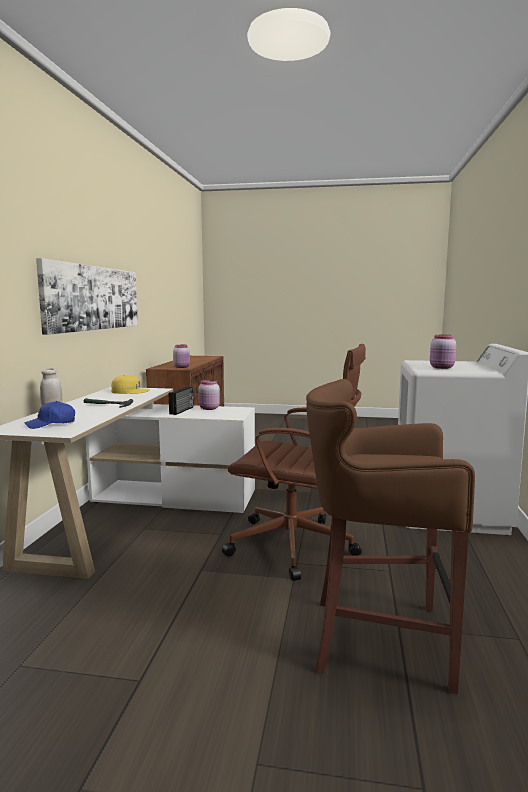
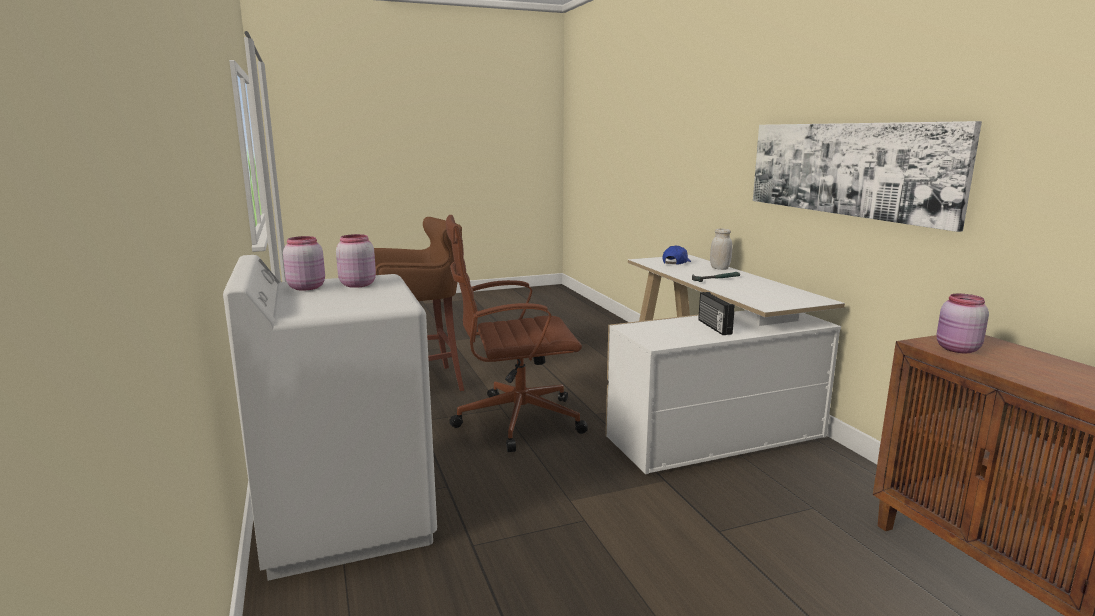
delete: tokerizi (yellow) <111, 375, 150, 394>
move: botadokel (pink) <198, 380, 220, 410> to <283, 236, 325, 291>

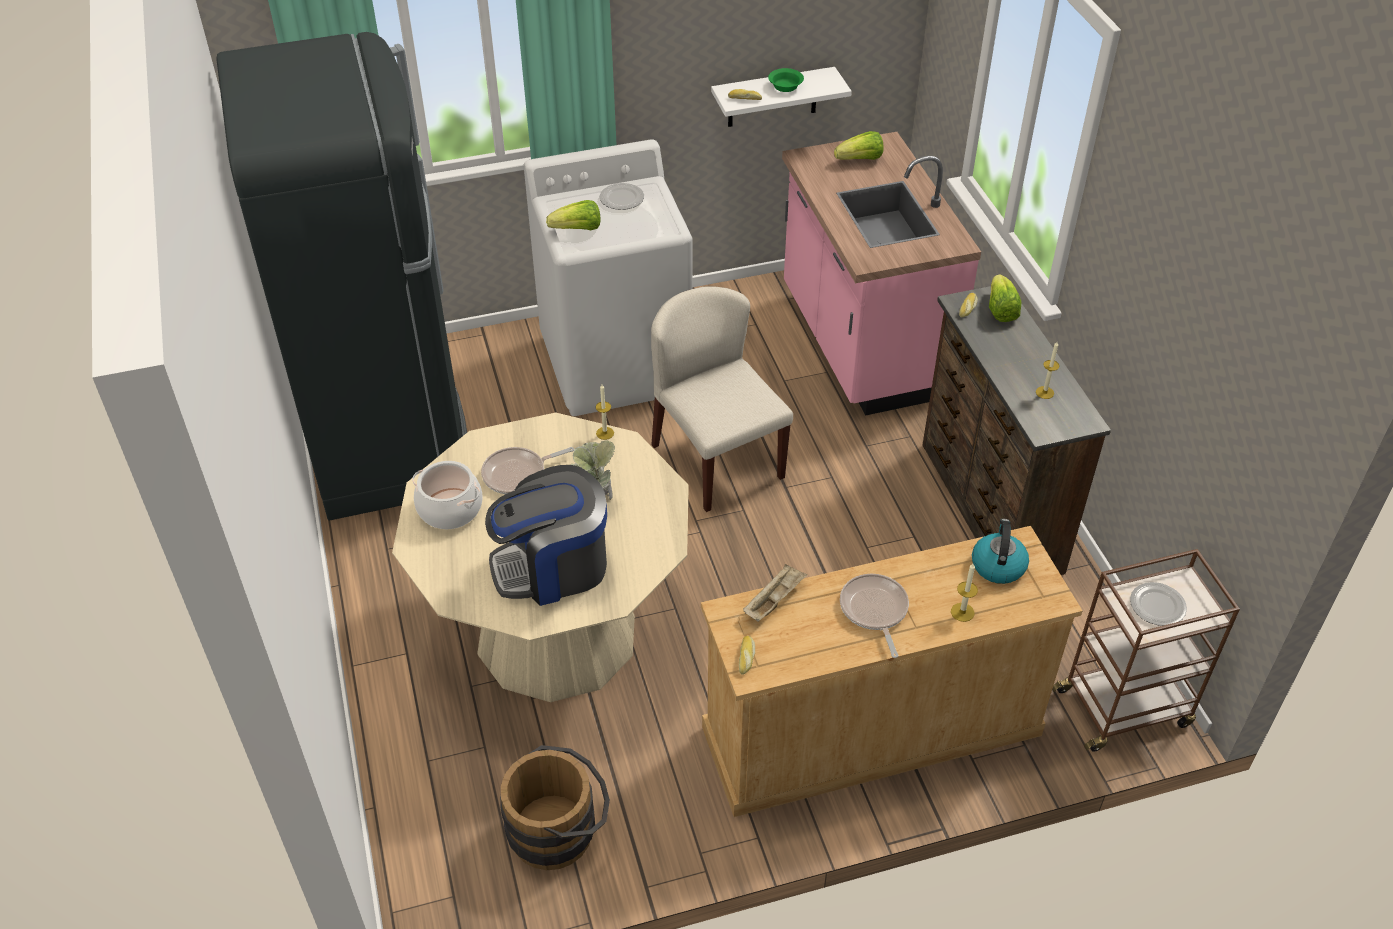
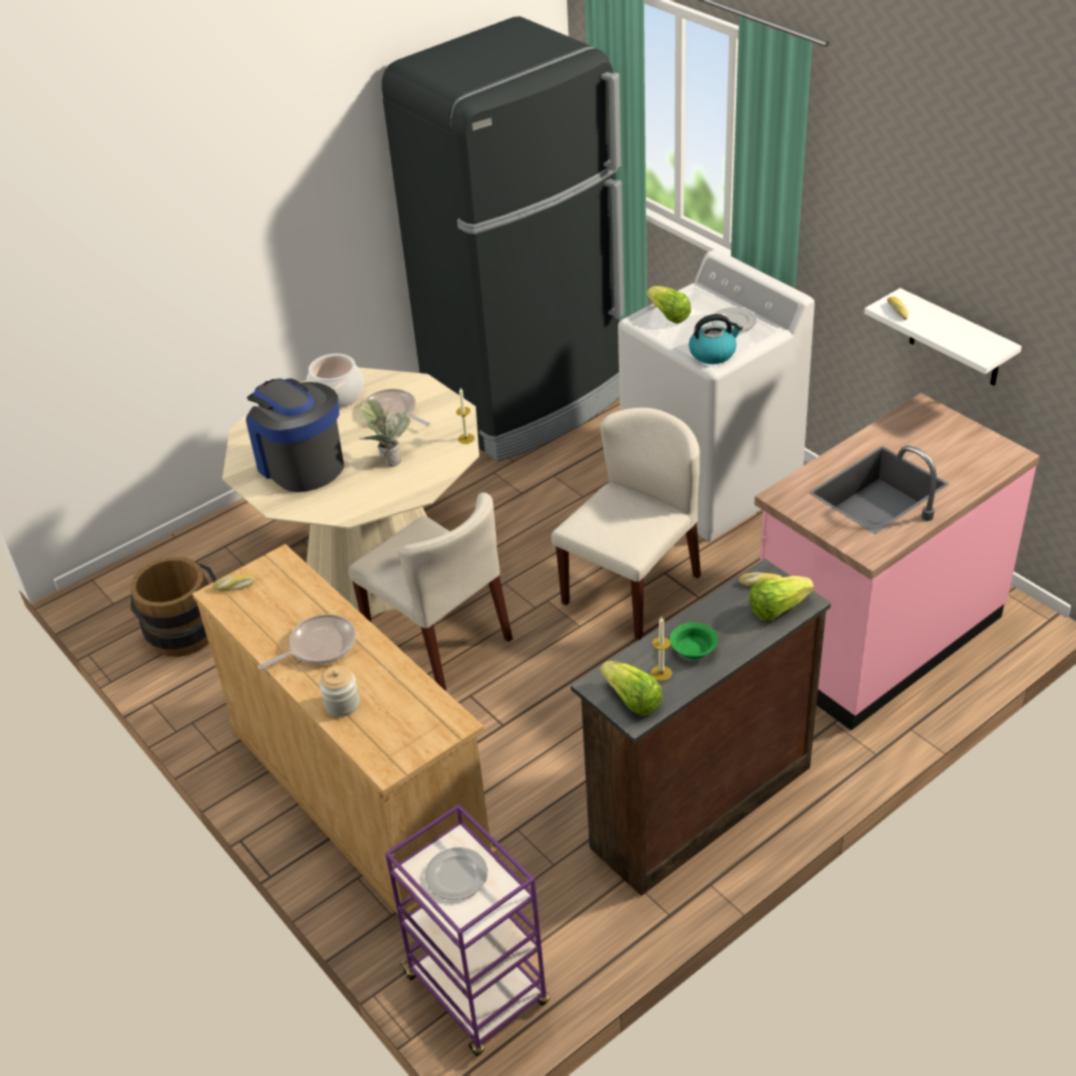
delete: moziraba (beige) <743, 564, 807, 622>
insert: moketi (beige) <348, 493, 513, 691>
move: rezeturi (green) <768, 68, 804, 92> to <670, 622, 718, 659>; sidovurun <834, 131, 884, 160> to <600, 661, 663, 715>; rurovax <972, 519, 1029, 584> to <689, 314, 743, 364>
replace: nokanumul <951, 563, 978, 622> to botadokel <319, 666, 360, 717>
recolor: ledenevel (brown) <1052, 549, 1240, 752> to ledenevel (purple) <385, 804, 550, 1056>

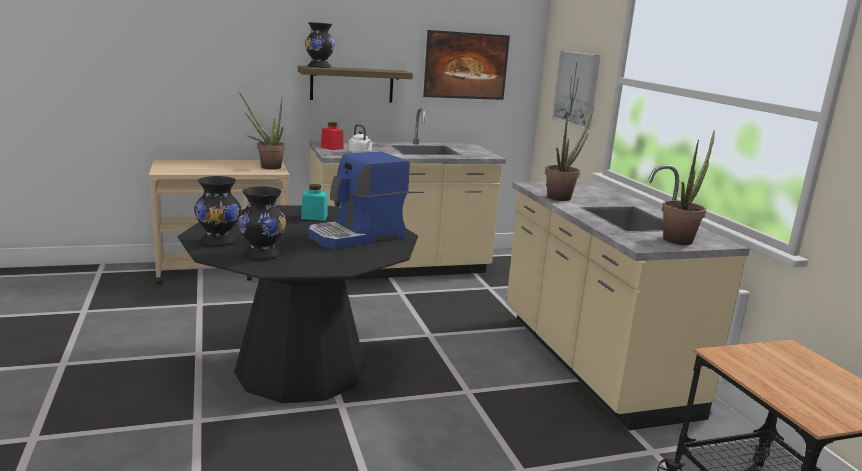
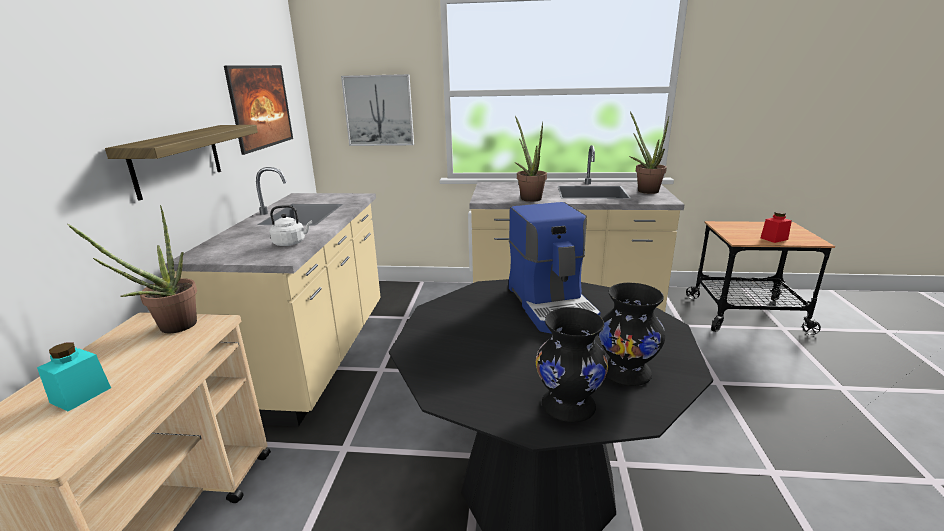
delete: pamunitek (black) <305, 22, 335, 68>
move: botadokel (turquoise) <301, 184, 328, 221> to <37, 343, 111, 411>; botadokel (red) <321, 122, 343, 150> to <761, 211, 792, 243>

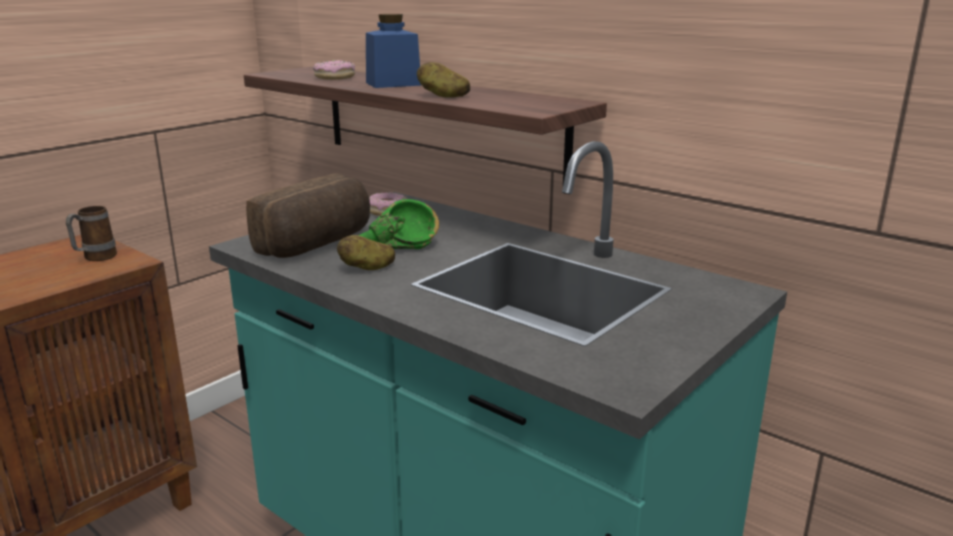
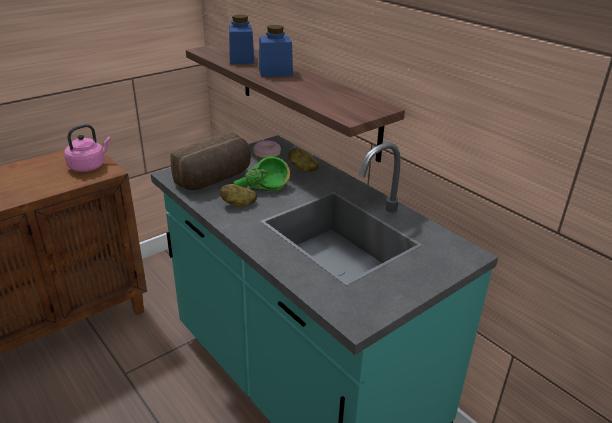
move: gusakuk <417, 62, 470, 97> to <288, 148, 319, 172>
replace: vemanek <66, 206, 117, 261> to rurovax (pink) <64, 124, 111, 172>; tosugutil <313, 60, 355, 80> to botadokel (blue) <229, 15, 255, 64>

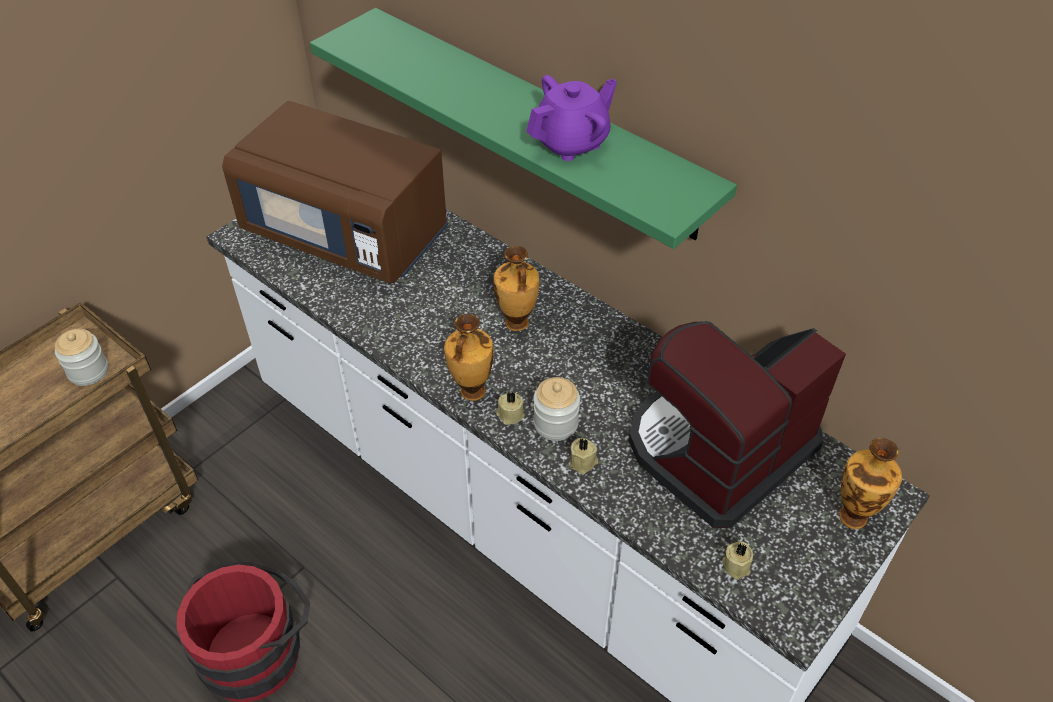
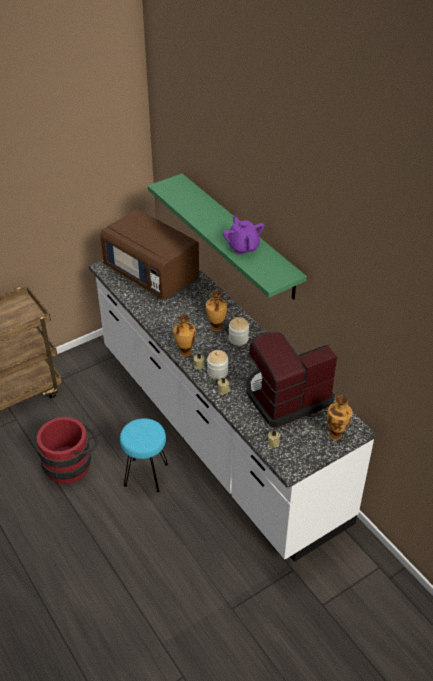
insert: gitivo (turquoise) <120, 418, 168, 492>
move: botadokel <55, 329, 108, 386> to <229, 317, 249, 346>
rotate: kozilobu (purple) <526, 75, 617, 161> = <223, 215, 264, 255> 90 degrees counterclockwise

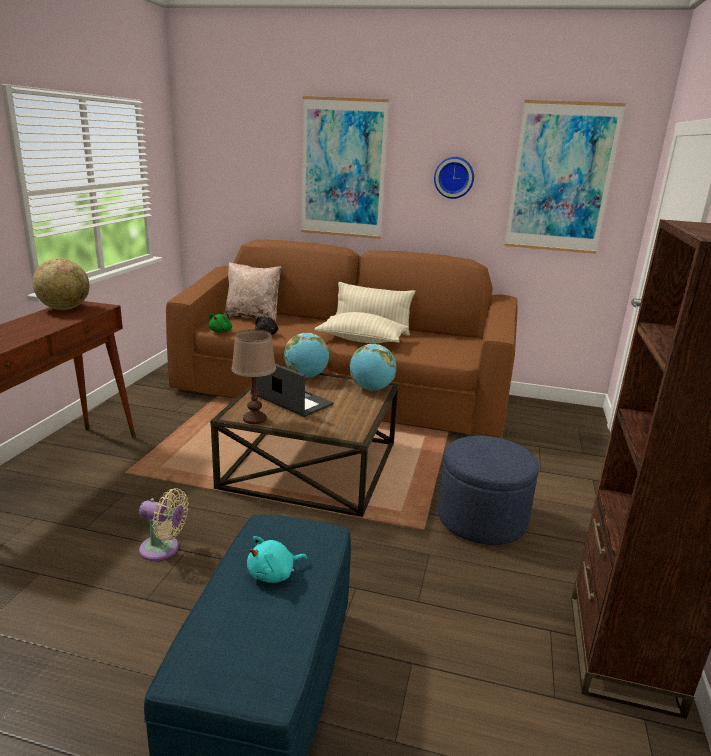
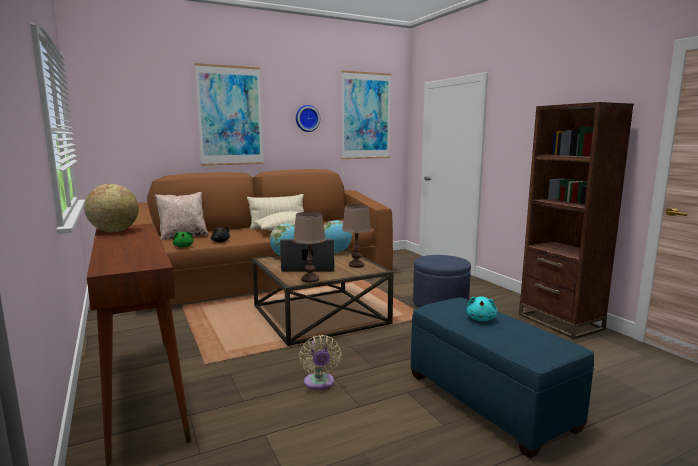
insert: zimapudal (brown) <342, 204, 371, 268>
rotate: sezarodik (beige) <139, 488, 188, 561> = <299, 335, 342, 390> 105 degrees clockwise

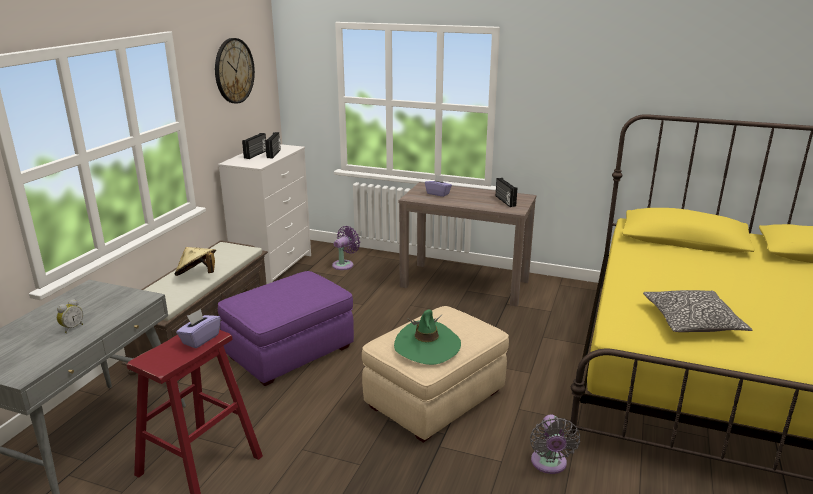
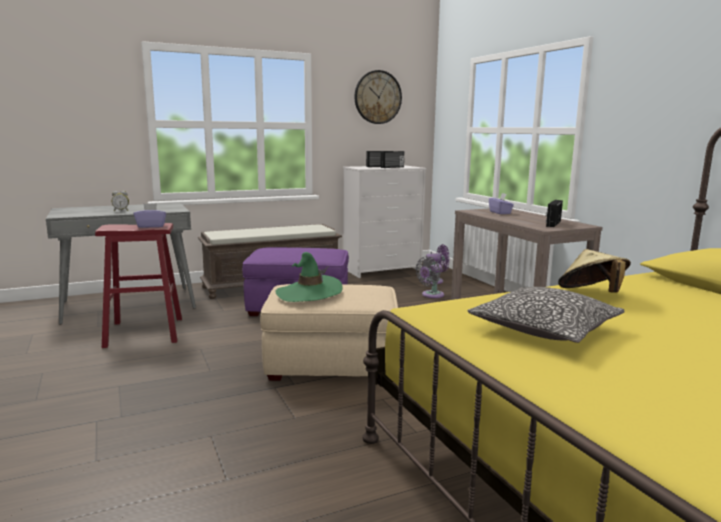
move: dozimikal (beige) <175, 247, 216, 276> to <558, 249, 631, 293>; sezarodik (grey) <530, 414, 580, 474> to <415, 257, 444, 298>

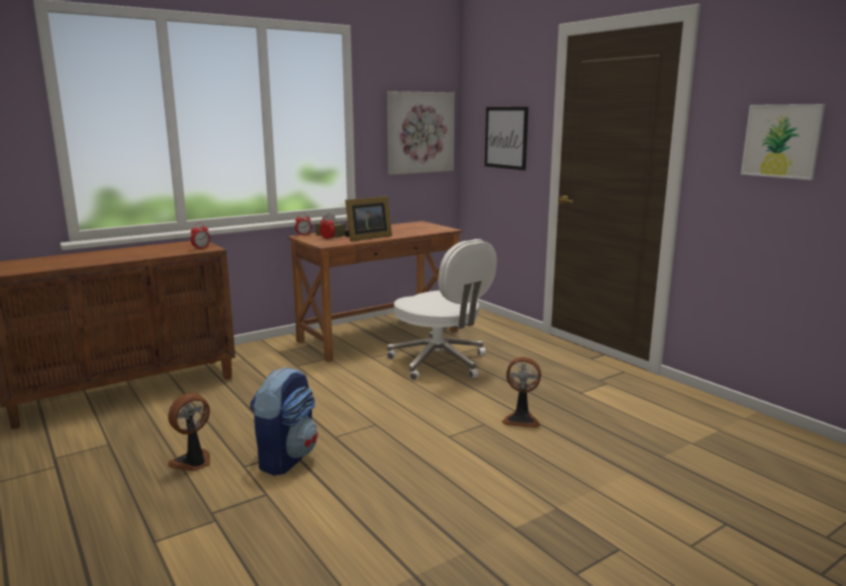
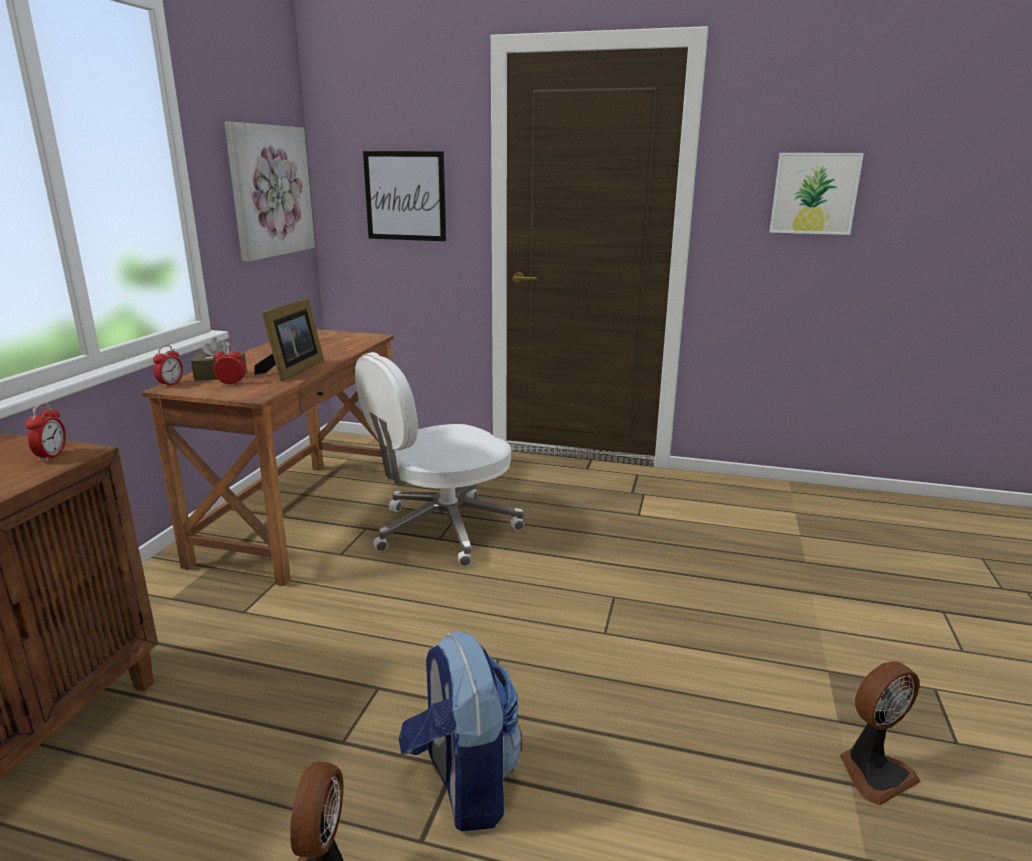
move: sezarodik <502, 357, 541, 428> to <840, 661, 921, 805>
rotate: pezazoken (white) <387, 239, 497, 380> = <355, 352, 524, 567> 135 degrees clockwise

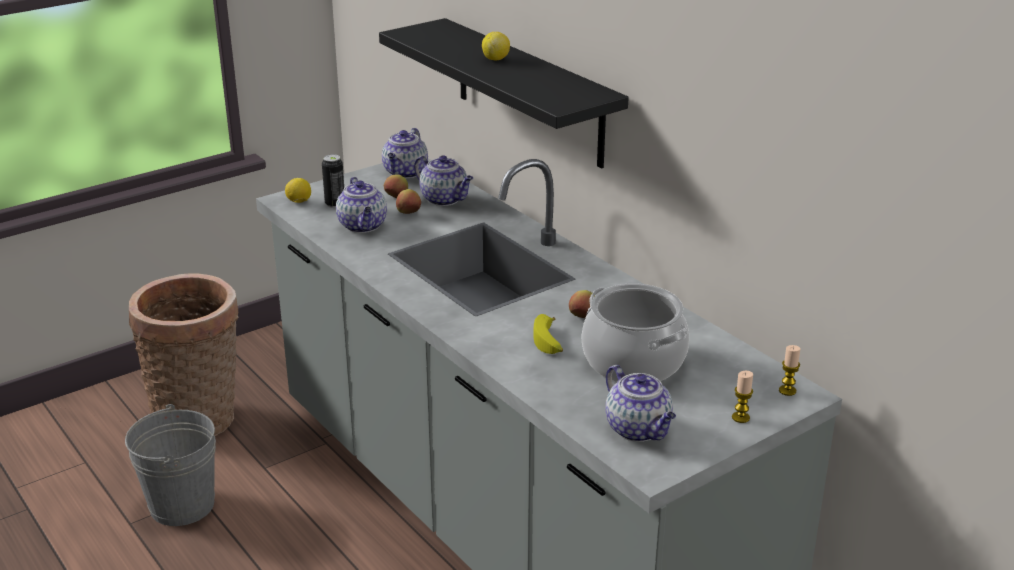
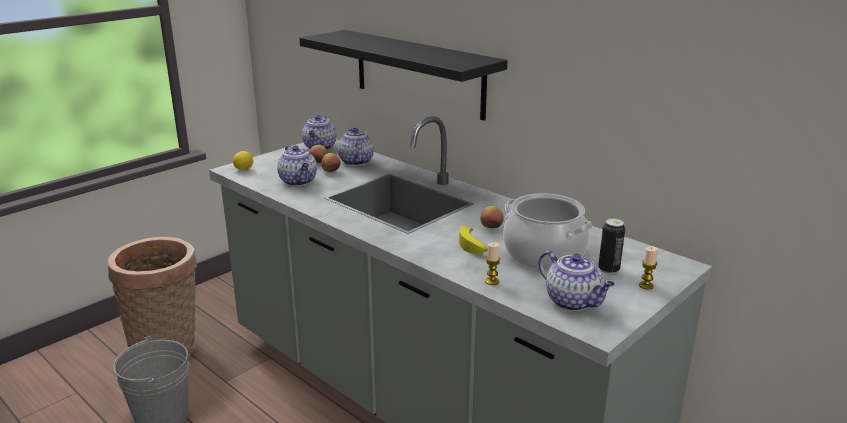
delete: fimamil <482, 32, 510, 61>
move: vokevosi <322, 154, 344, 208> to <598, 218, 625, 274>; nokanumul <779, 345, 801, 396> to <485, 243, 500, 285>
rotate: kozilobu <414, 155, 473, 206> = <337, 128, 374, 166> 135 degrees counterclockwise

